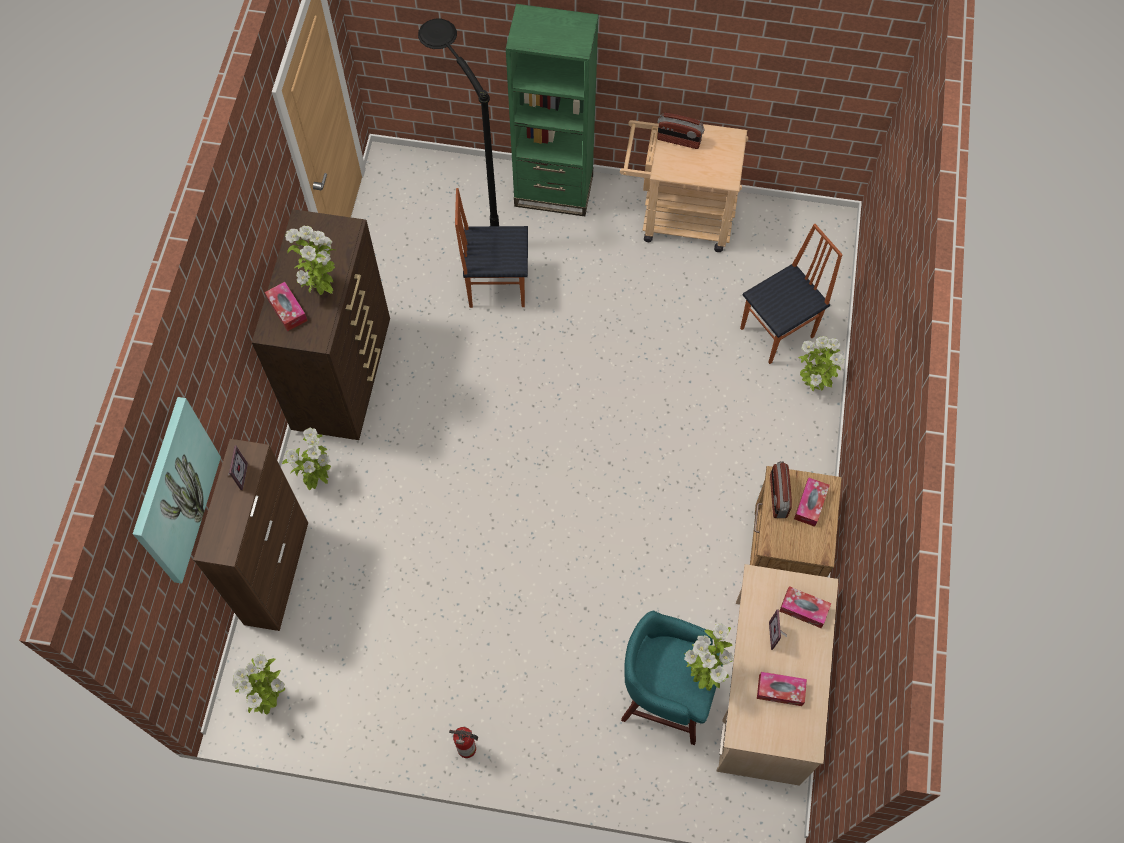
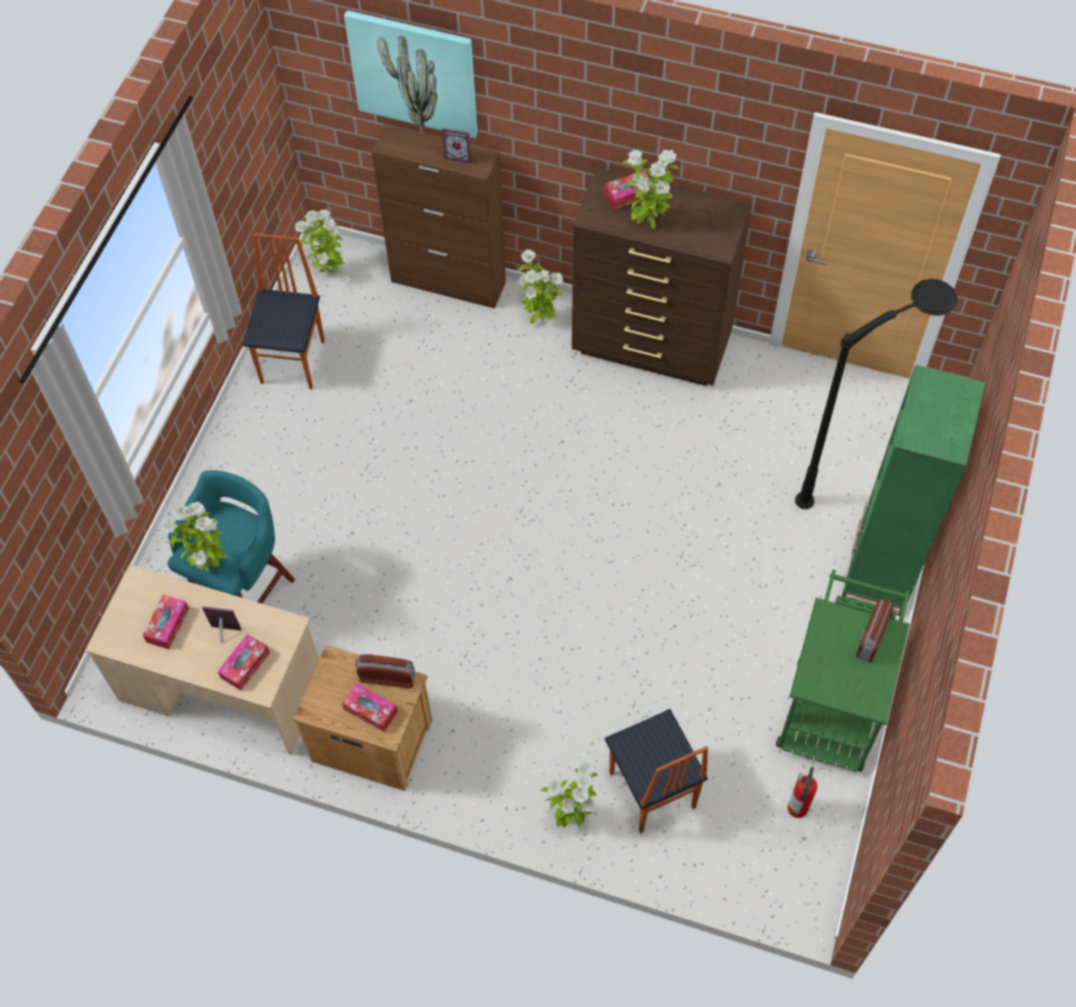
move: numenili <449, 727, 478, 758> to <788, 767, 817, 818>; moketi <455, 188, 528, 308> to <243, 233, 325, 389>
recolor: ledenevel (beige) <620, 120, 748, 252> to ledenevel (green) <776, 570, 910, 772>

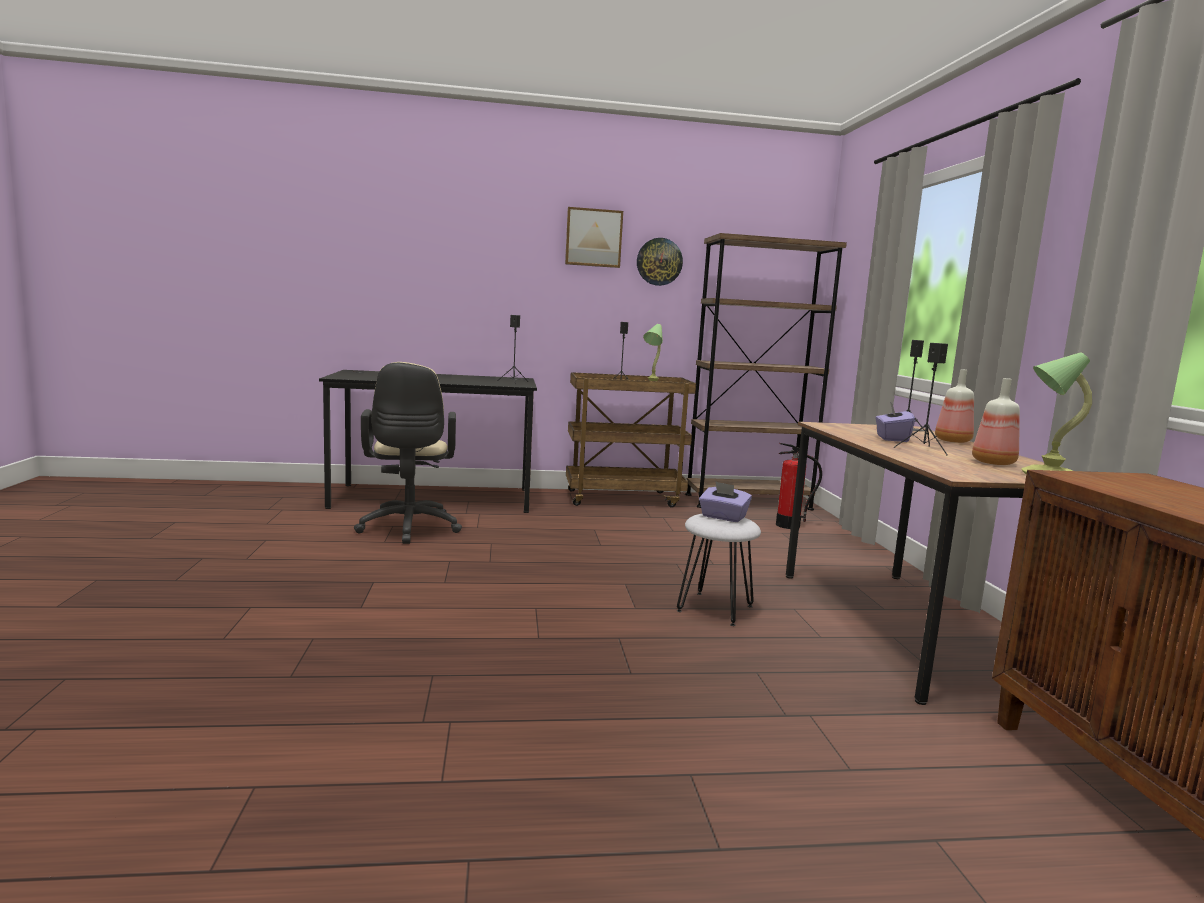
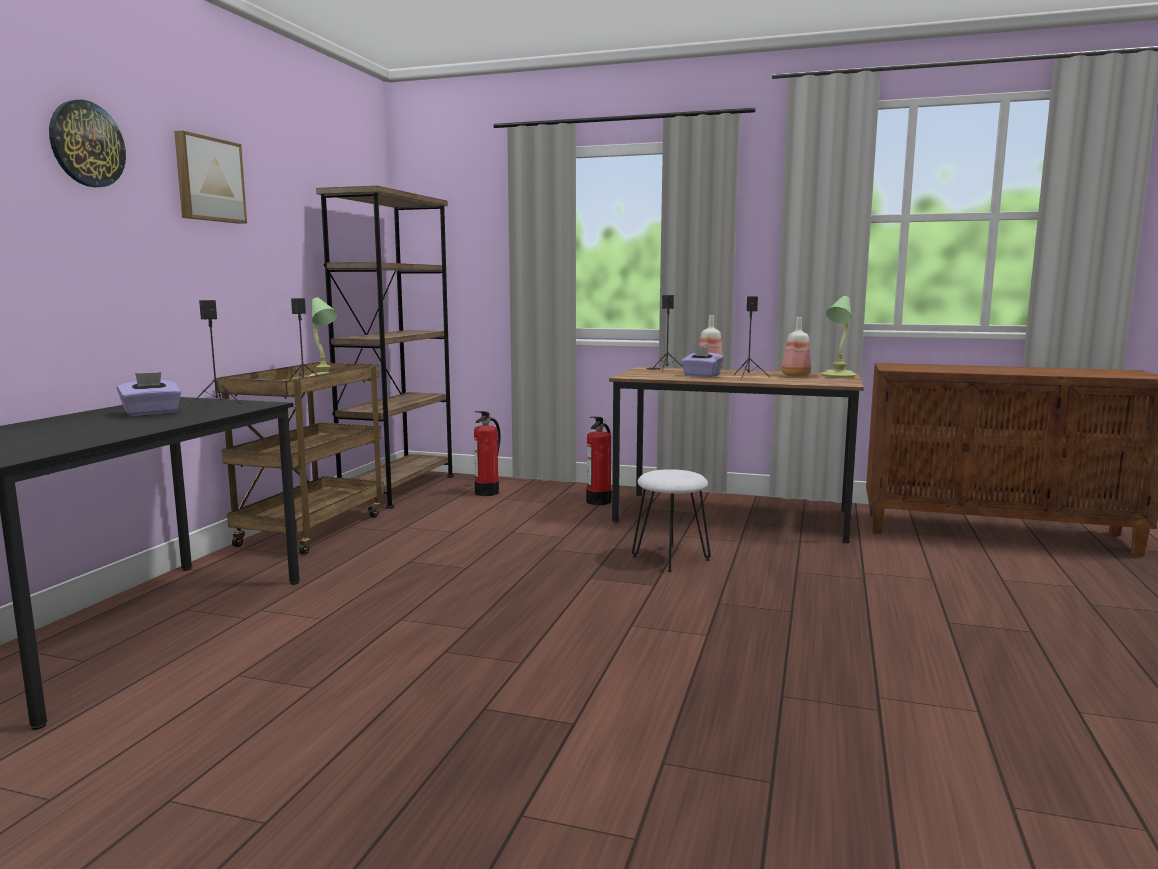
delete: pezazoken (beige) <354, 362, 462, 544>
insert: numenili <586, 417, 612, 505>
move: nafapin <637, 238, 683, 286> to <49, 100, 126, 187>; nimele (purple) <699, 481, 752, 522> to <117, 372, 181, 416>

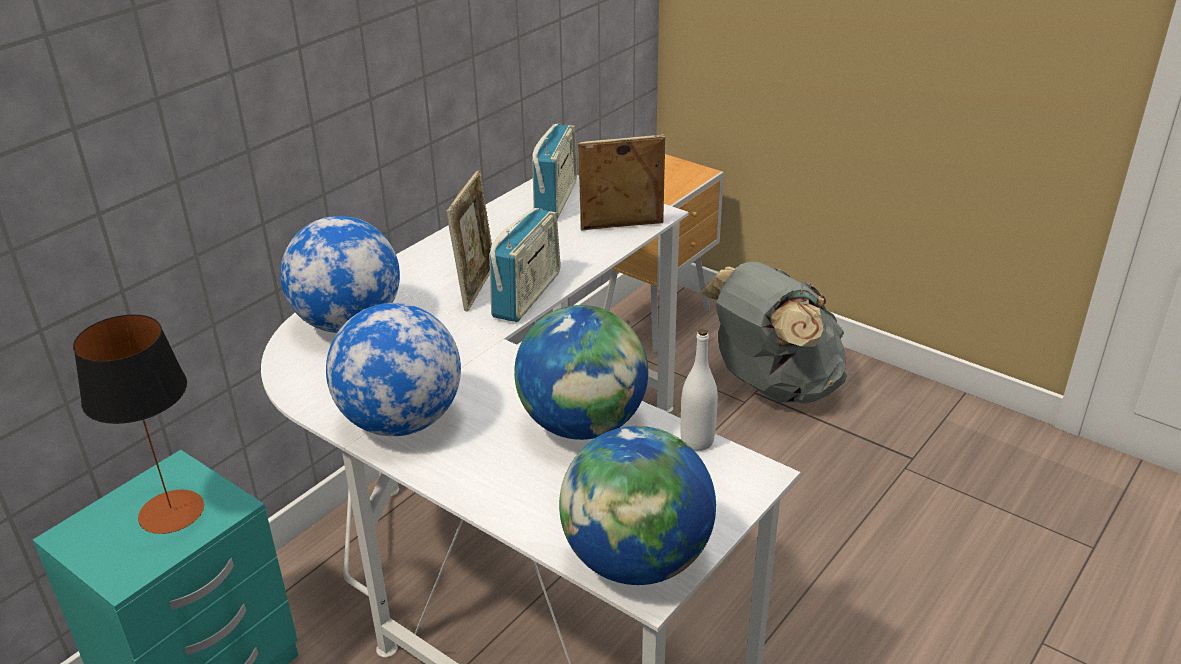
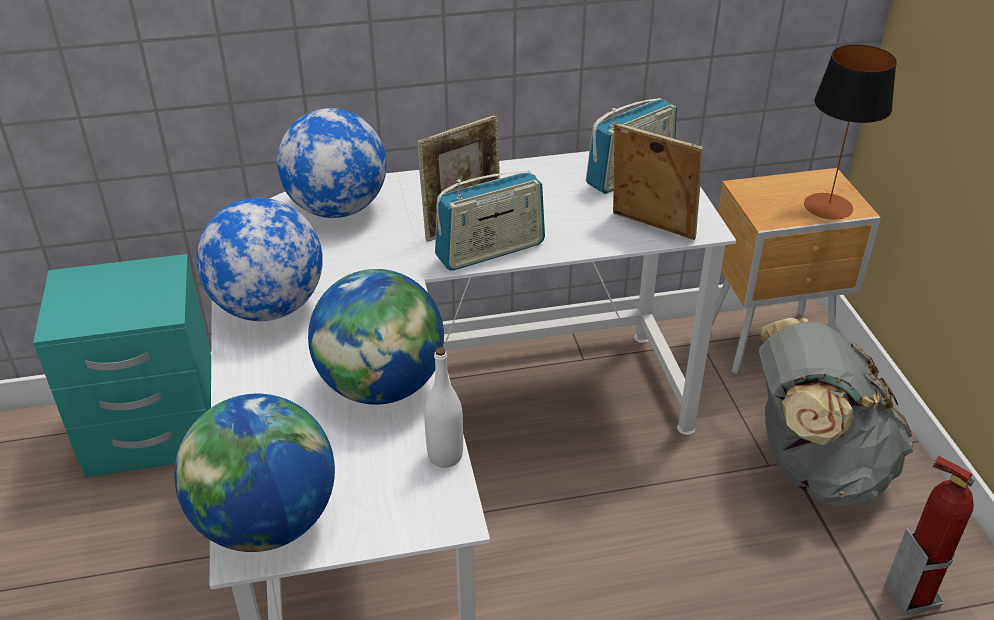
insert: numenili <885, 456, 975, 615>
move: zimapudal <73, 314, 204, 534> to <804, 44, 897, 220>

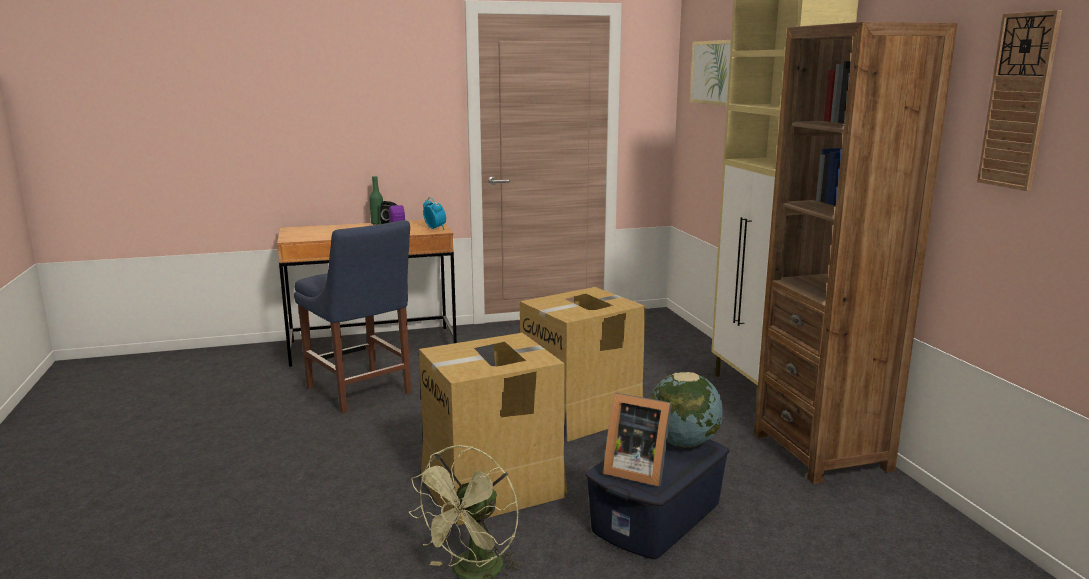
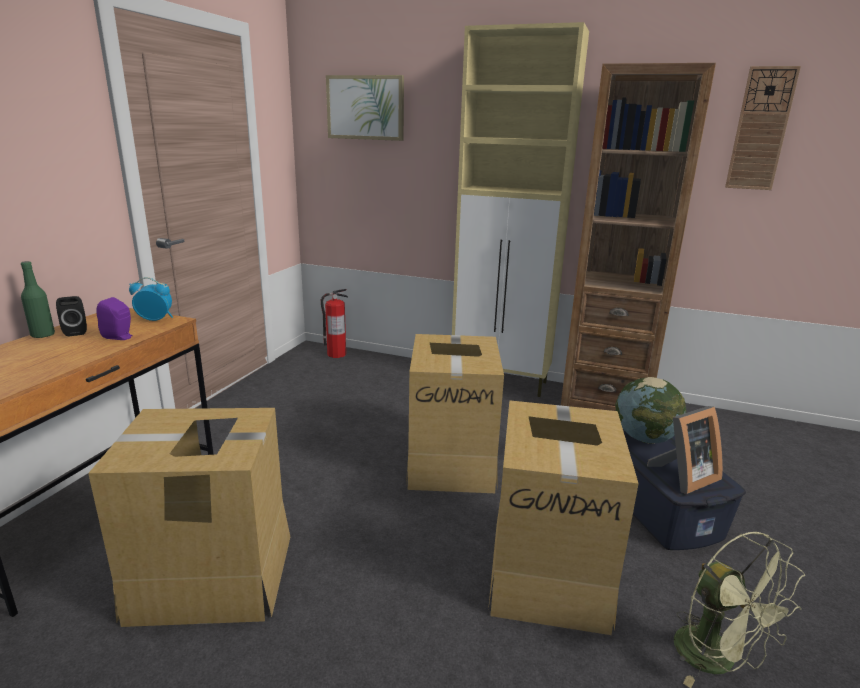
insert: numenili <321, 289, 348, 358>
replace: moketi (blue) <294, 220, 412, 413> to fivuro <88, 408, 290, 627>

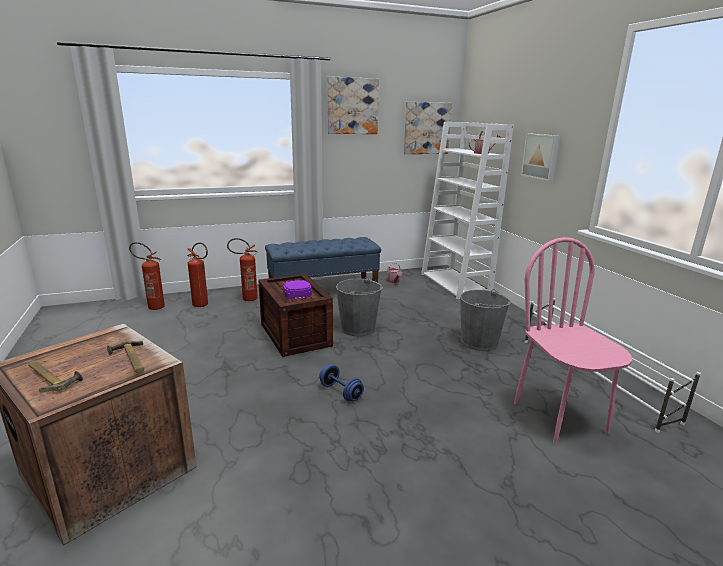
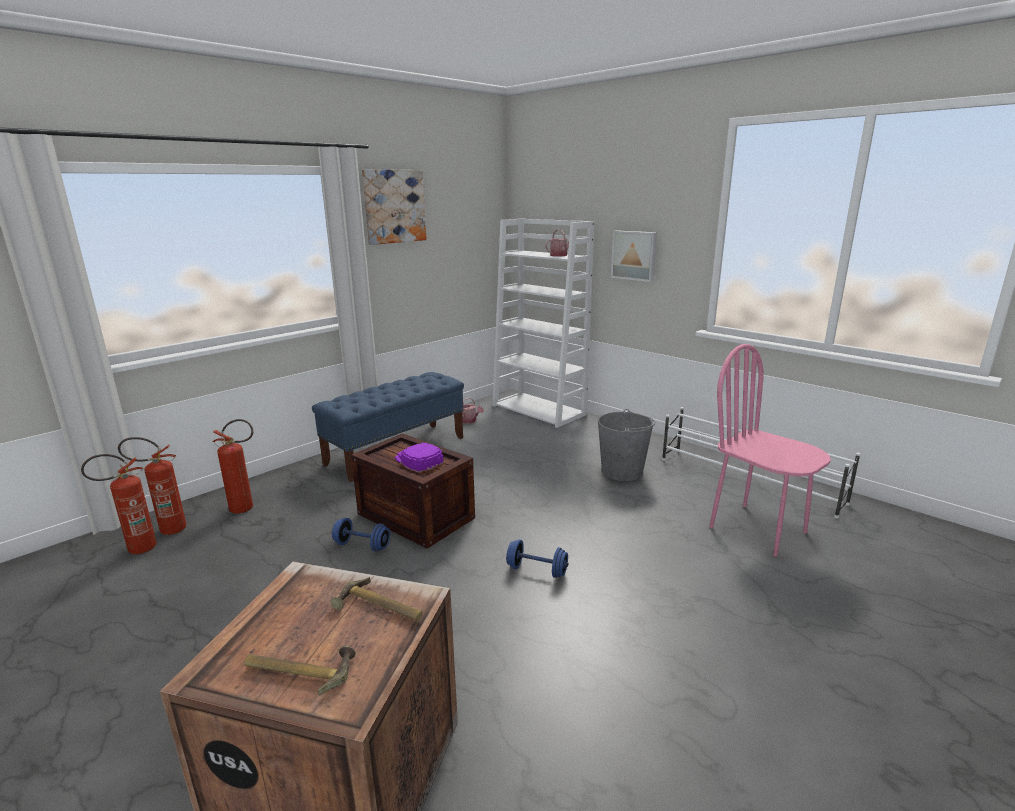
delete: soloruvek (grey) <336, 277, 383, 337>; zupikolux <404, 102, 452, 154>
insert: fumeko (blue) <332, 518, 390, 552>
move: numenili <227, 238, 258, 301> to <81, 454, 156, 554>

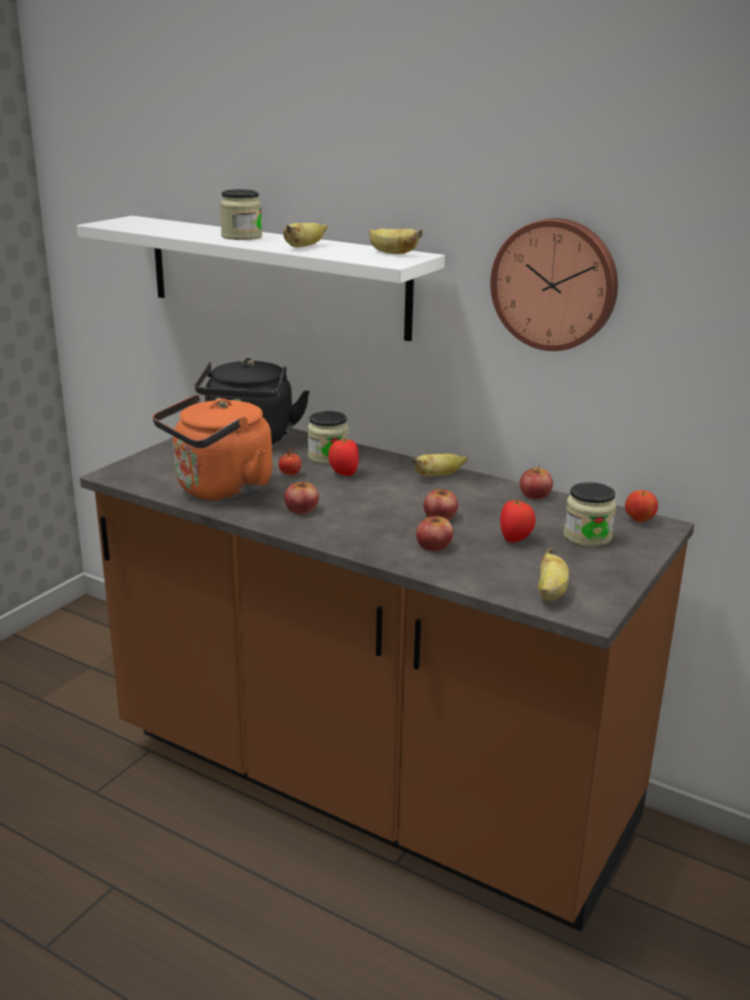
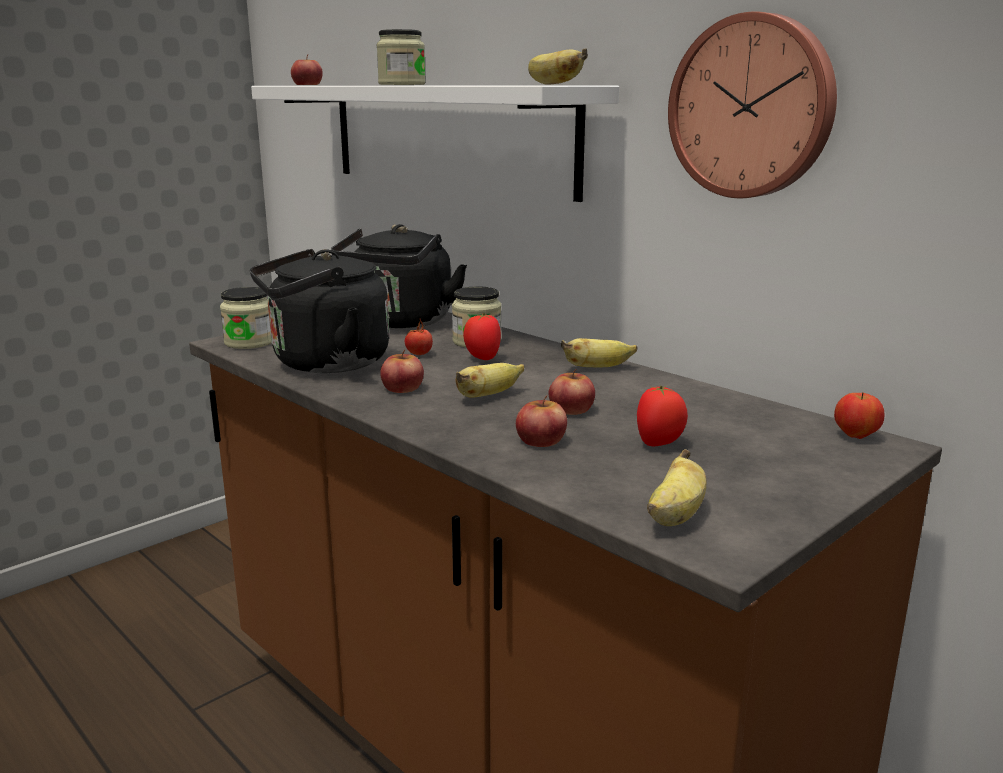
move: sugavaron <283, 223, 327, 247> to <456, 363, 524, 398>; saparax <520, 465, 553, 499> to <291, 54, 323, 85>; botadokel <563, 482, 616, 547> to <220, 287, 271, 349>
recolor: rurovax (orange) <153, 394, 272, 501> to rurovax (black) <250, 249, 389, 373>

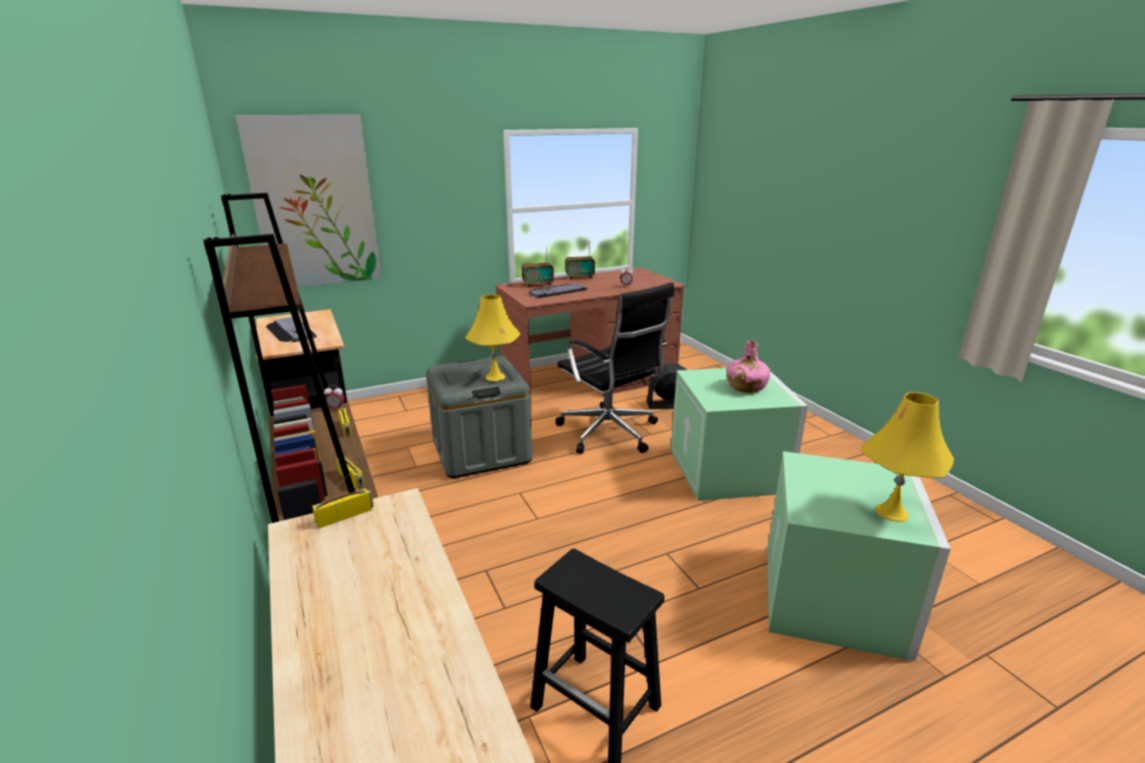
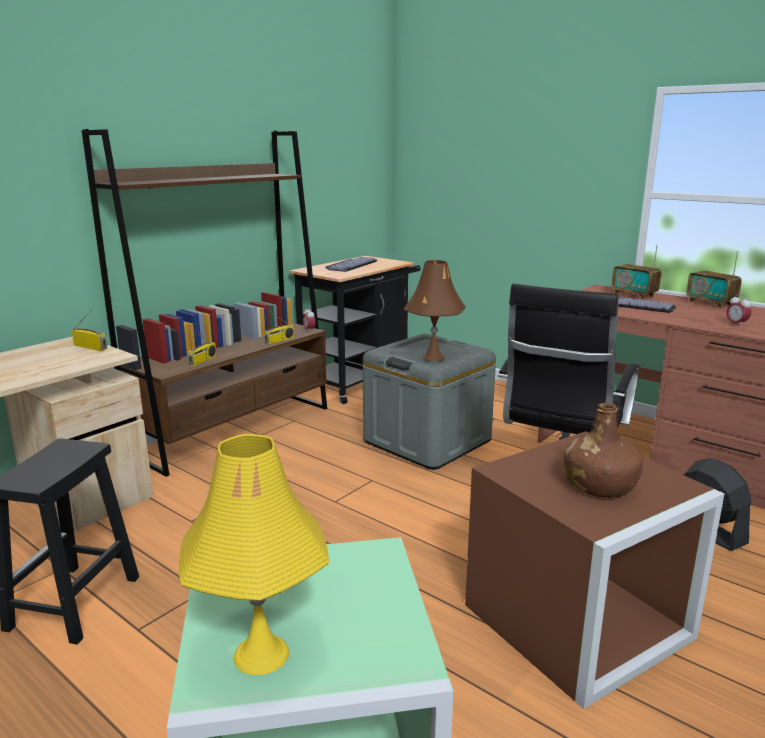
delete: zupikolux <236, 115, 382, 287>
recolor: zimapudal (yellow) <465, 294, 520, 381> to zimapudal (brown) <403, 260, 466, 361>; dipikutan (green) <671, 368, 808, 501> to dipikutan (brown) <465, 431, 725, 709>; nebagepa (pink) <727, 340, 770, 393> to nebagepa (brown) <563, 403, 643, 498>

